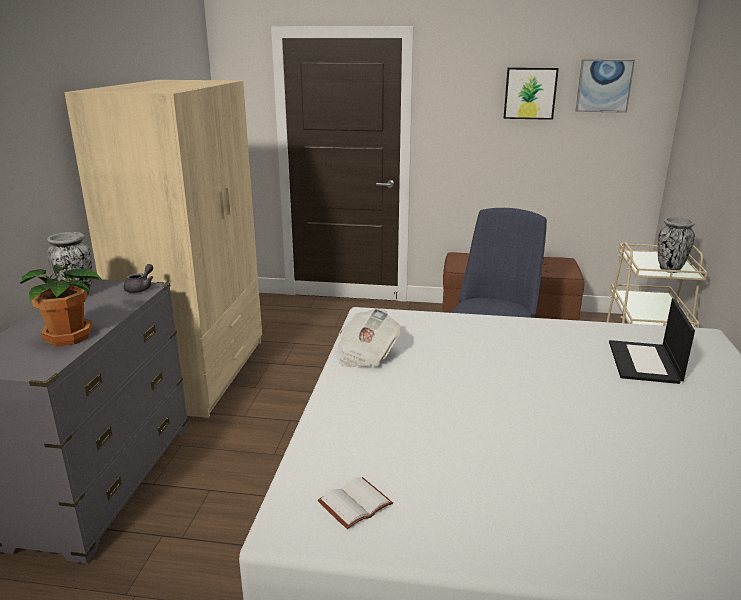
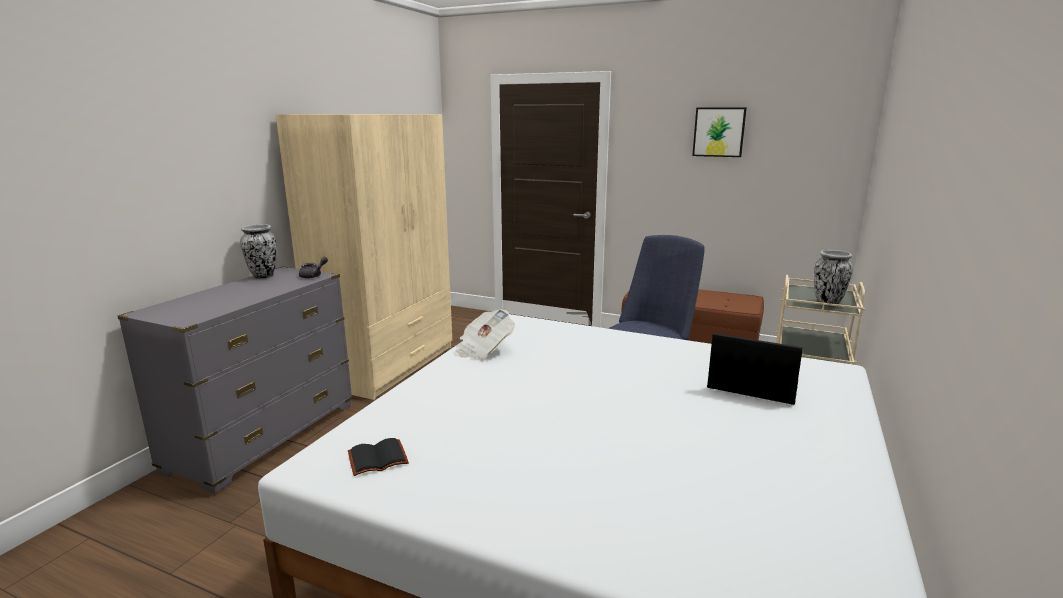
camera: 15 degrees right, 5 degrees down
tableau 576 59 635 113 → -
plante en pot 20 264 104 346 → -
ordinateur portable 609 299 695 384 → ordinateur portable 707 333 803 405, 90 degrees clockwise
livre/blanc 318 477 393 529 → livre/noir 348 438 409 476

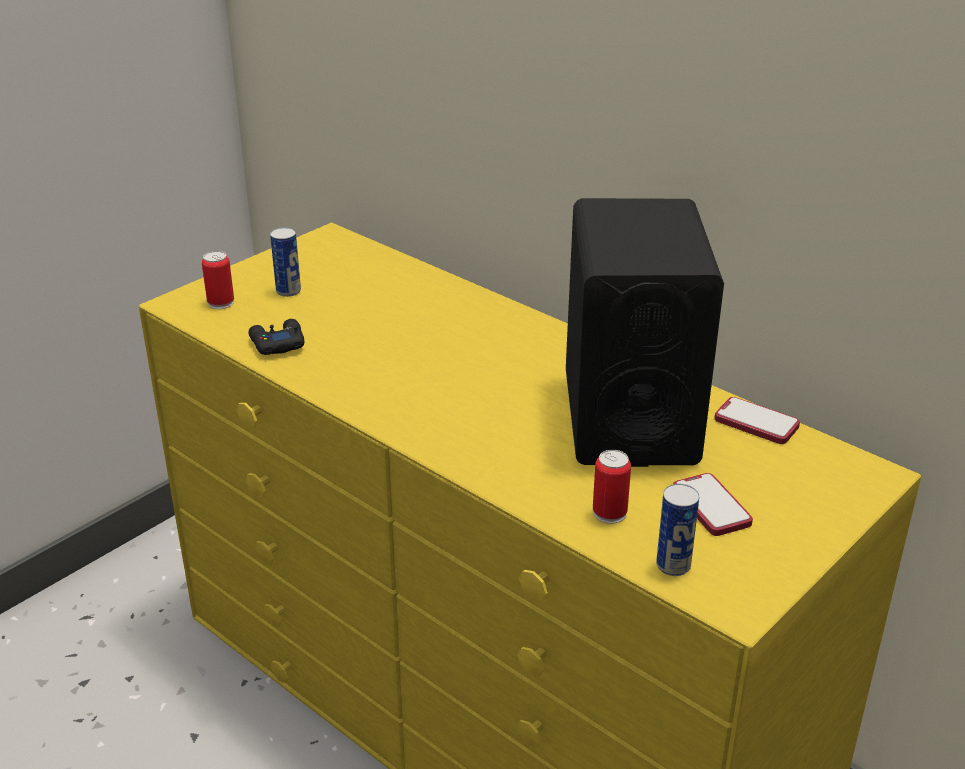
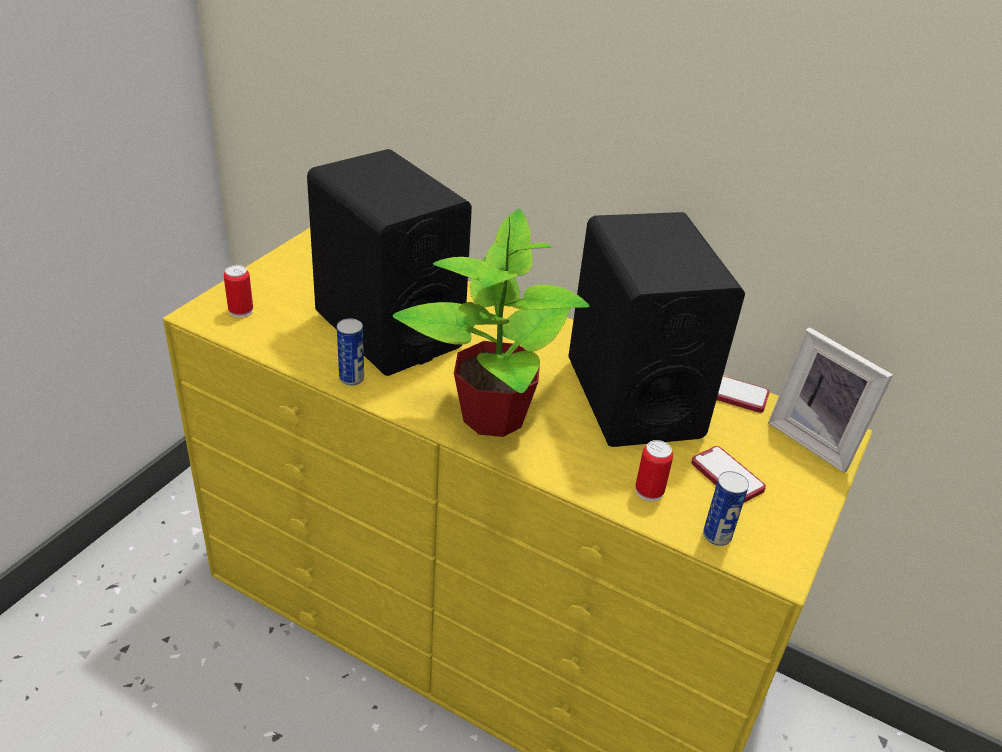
camera: 15 degrees left, 5 degrees up
boîte métallique 270 227 301 297 → boîte métallique 337 318 364 386, moved
manette/noir 248 319 304 355 → -
- → enceinte/noir 307 149 472 376
- → plante en pot 393 209 589 437
- → cadre photo 768 328 893 473

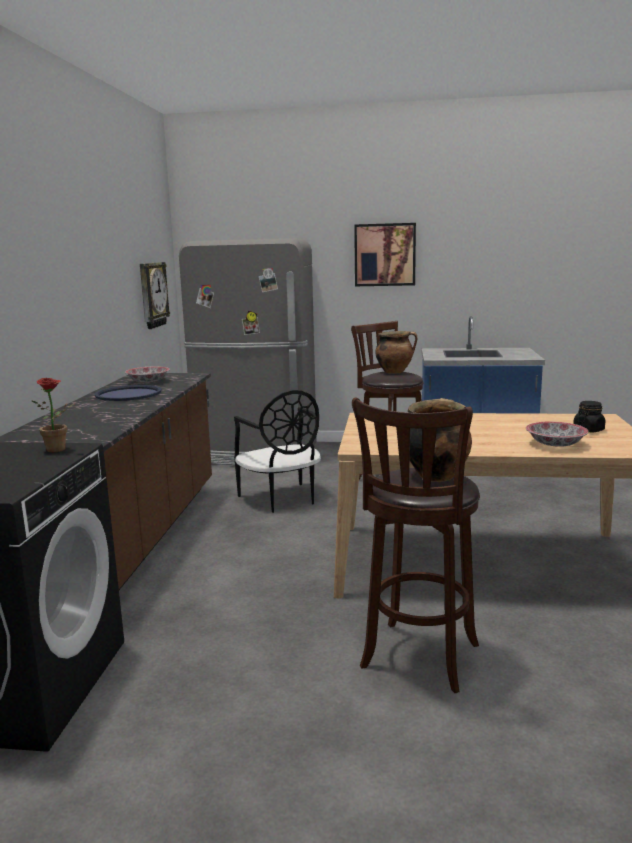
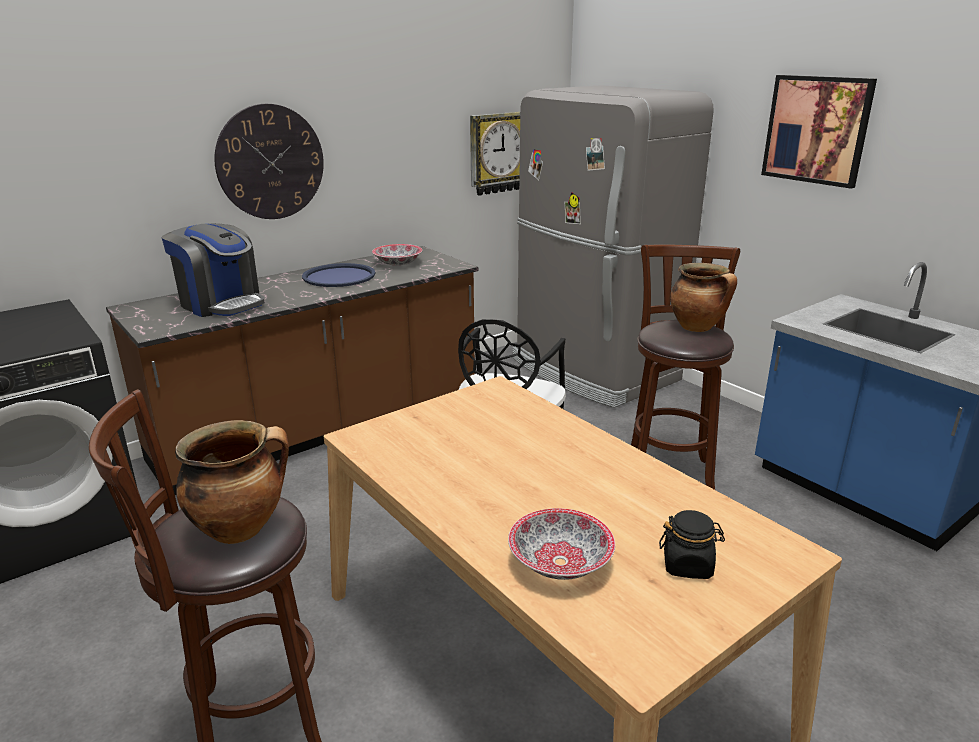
camera: 45 degrees right, 10 degrees up
plante en pot 32 378 74 452 → -
- → horloge murale 214 104 324 219
- → machine à café 162 223 265 317

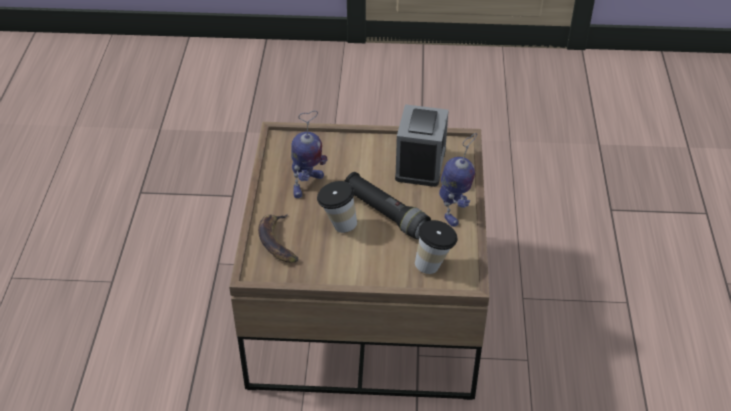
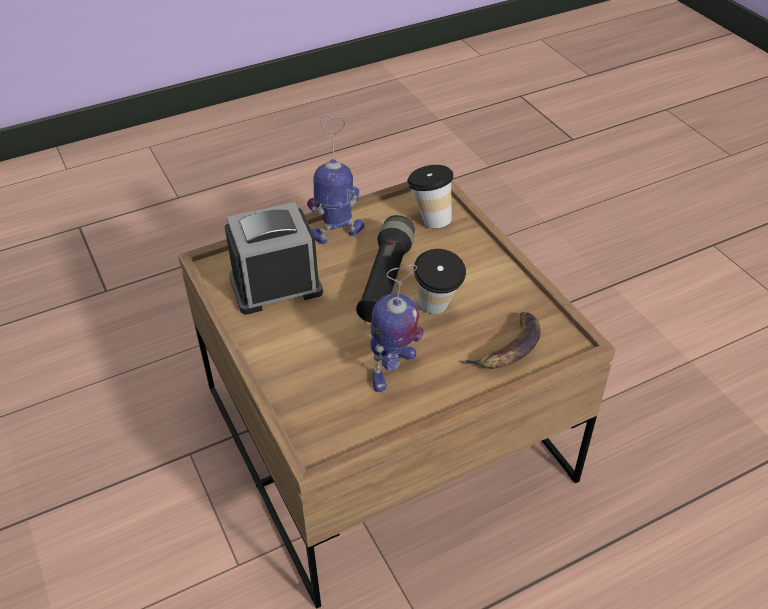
camera: 120 degrees left, 0 degrees up
robot jouet 291 111 327 198 → robot jouet 370 264 424 393, 120 degrees clockwise

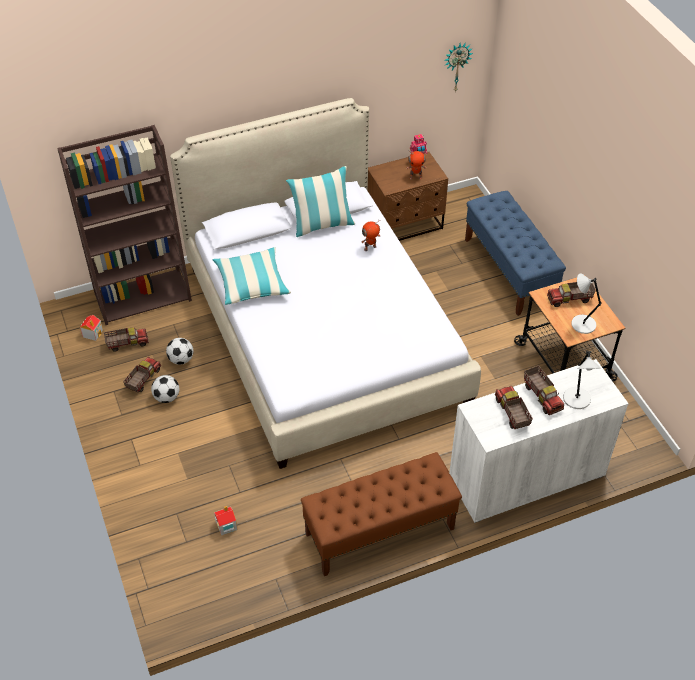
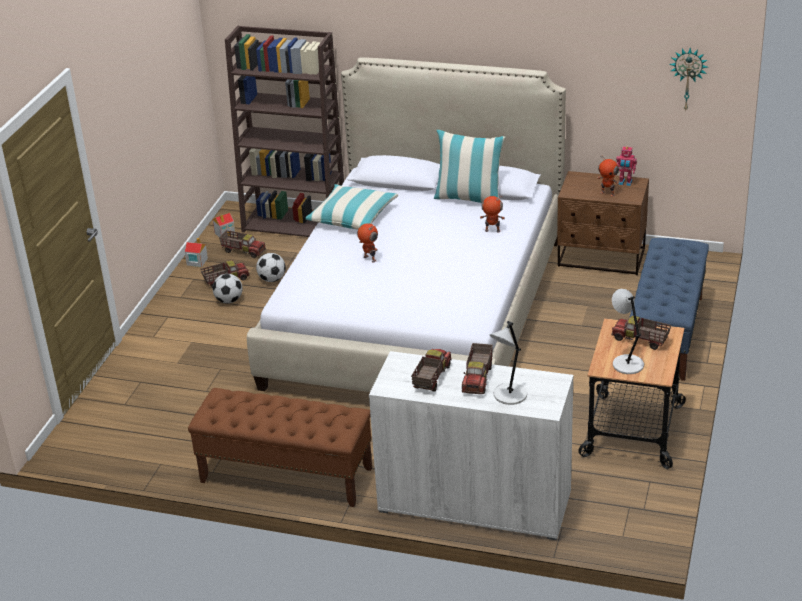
camera: 40 degrees right, 15 degrees down
maison miniature 214 506 238 535 → maison miniature 185 238 208 267, moved
- → robot jouet 357 223 378 262

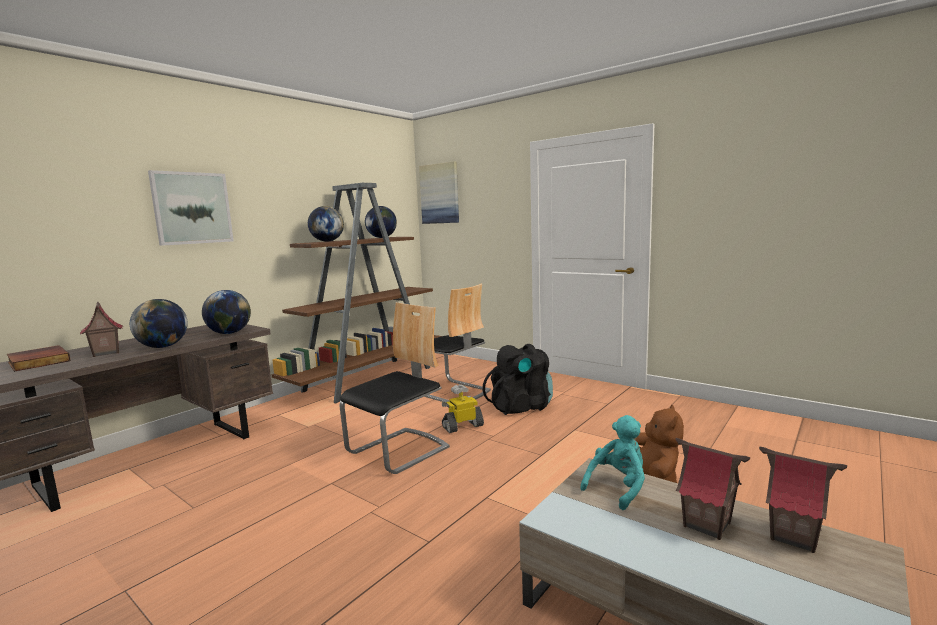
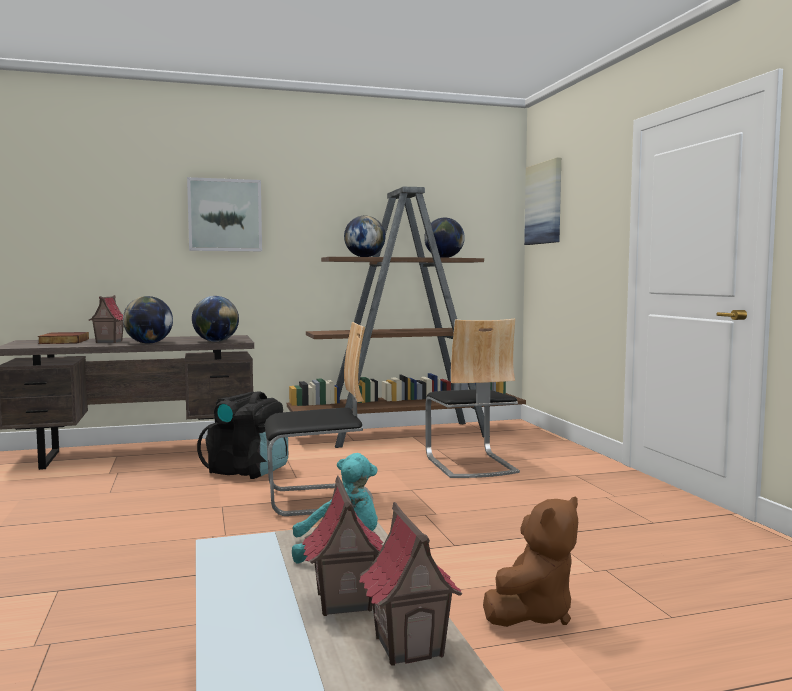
camera: 35 degrees right, 5 degrees down
sac à dos/noir 483 344 553 415 → sac à dos/noir 197 391 288 479, moved
robot jouet 442 385 484 433 → -

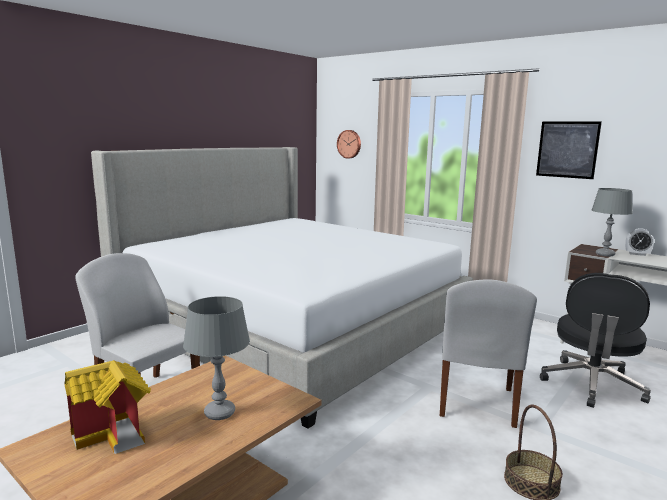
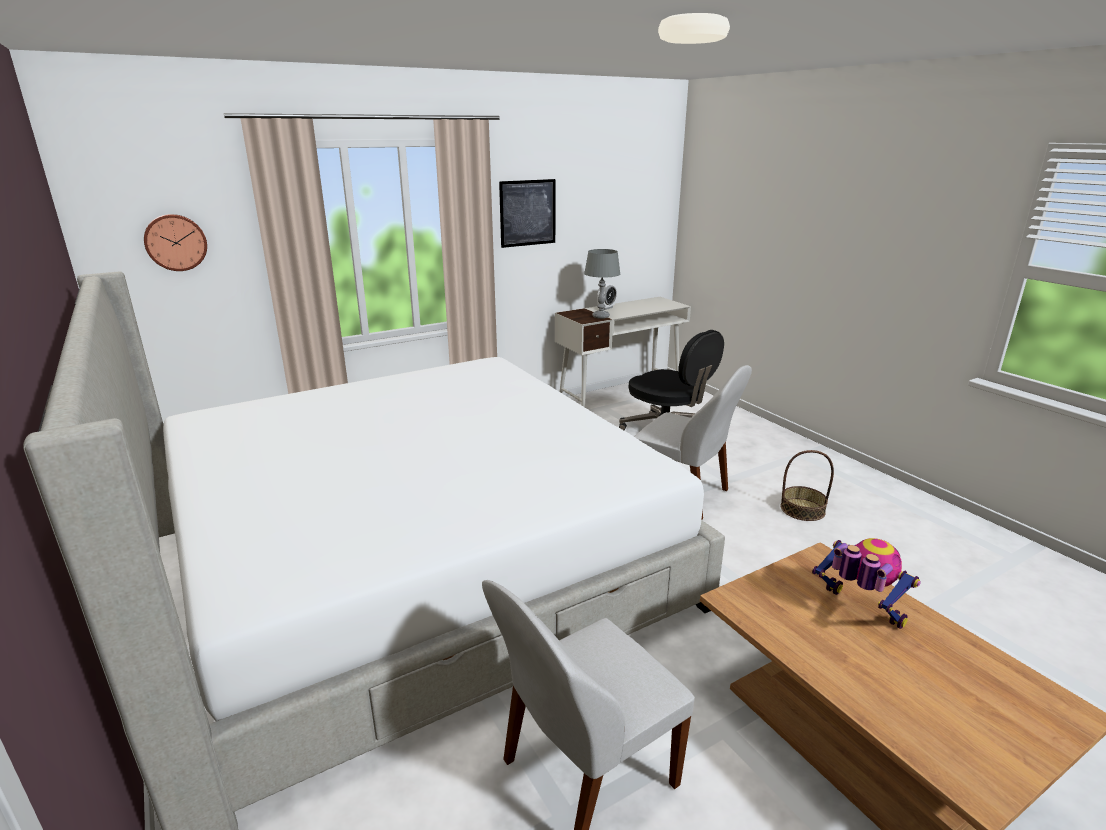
camera: 70 degrees left, 10 degrees up
lampe de table/gris 183 296 250 420 → robot jouet 812 538 921 629
maison miniature 64 360 151 454 → -

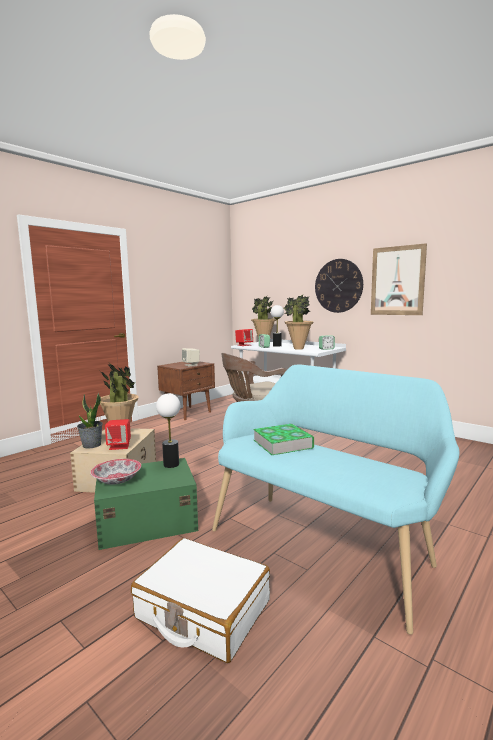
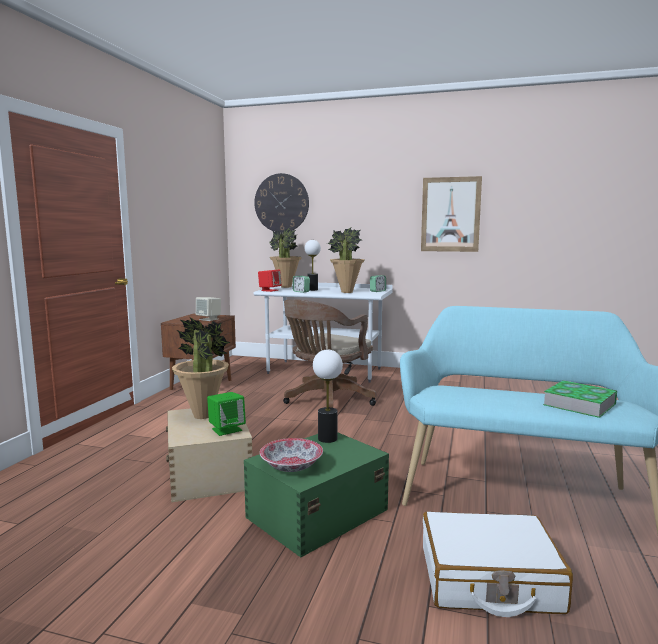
camera: 25 degrees left, 0 degrees up
horloge murale 315 259 363 313 → horloge murale 254 173 309 233, moved
plante en pot 77 393 103 449 → -
enceinte/rouge 105 419 131 450 → enceinte/vert 207 392 246 436
livre 253 424 314 455 → livre 543 380 617 418, moved

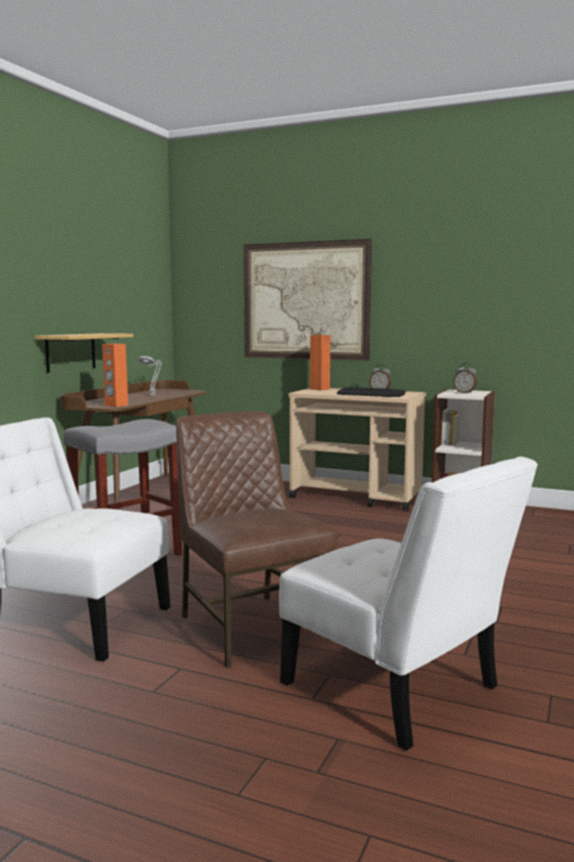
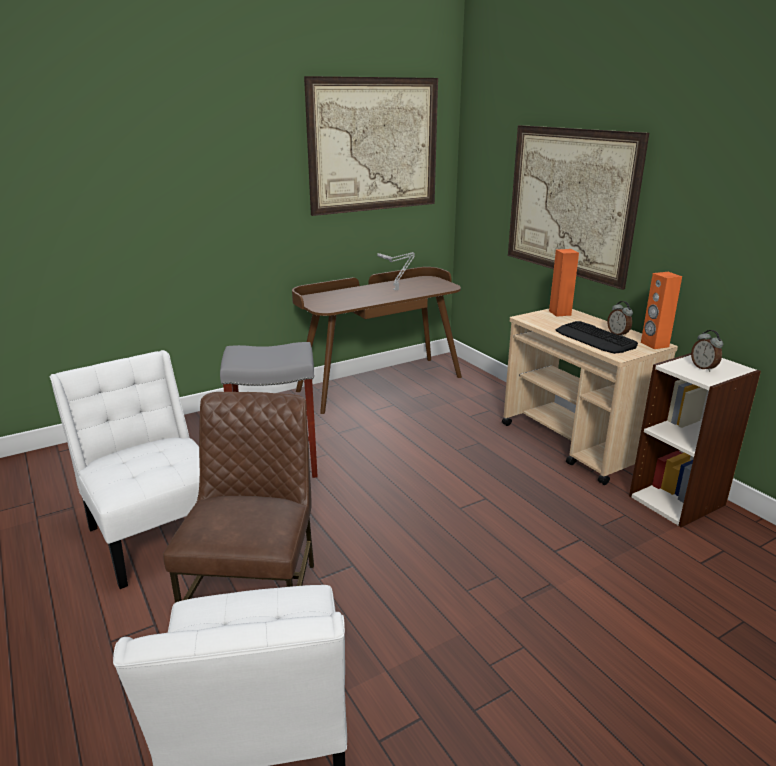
camera: 35 degrees right, 15 degrees up
étagère 35 333 133 373 → -
enceinte/orange 102 344 128 407 → enceinte/orange 641 272 682 349, moved
- → tableau 304 76 438 216

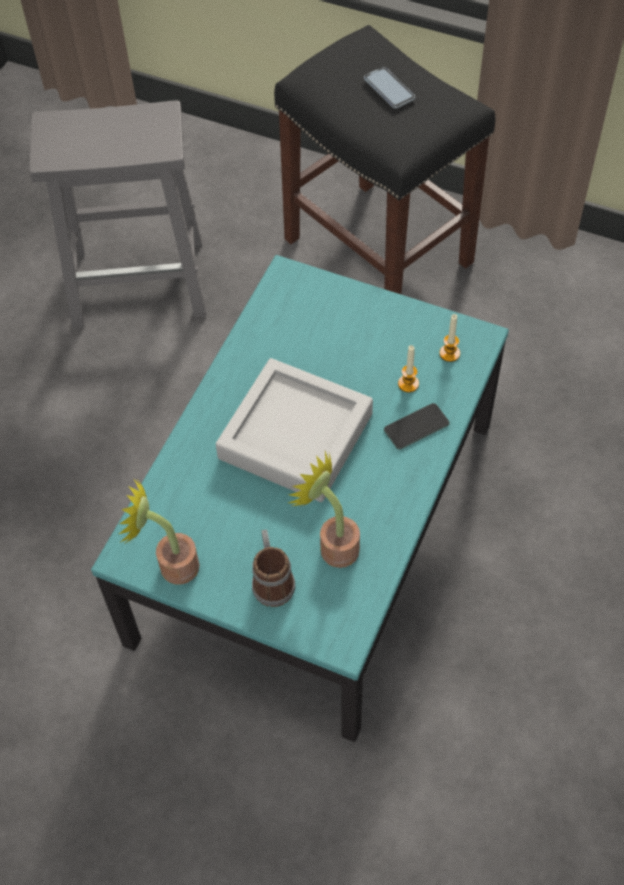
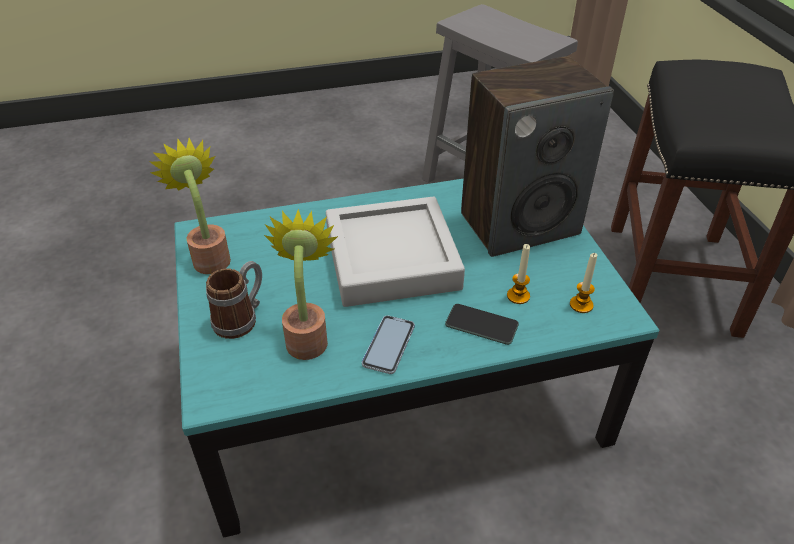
camera: 50 degrees right, 15 degrees down
téléphone 364 67 415 109 → téléphone 362 316 415 374, moved
- → enceinte 461 56 614 257

